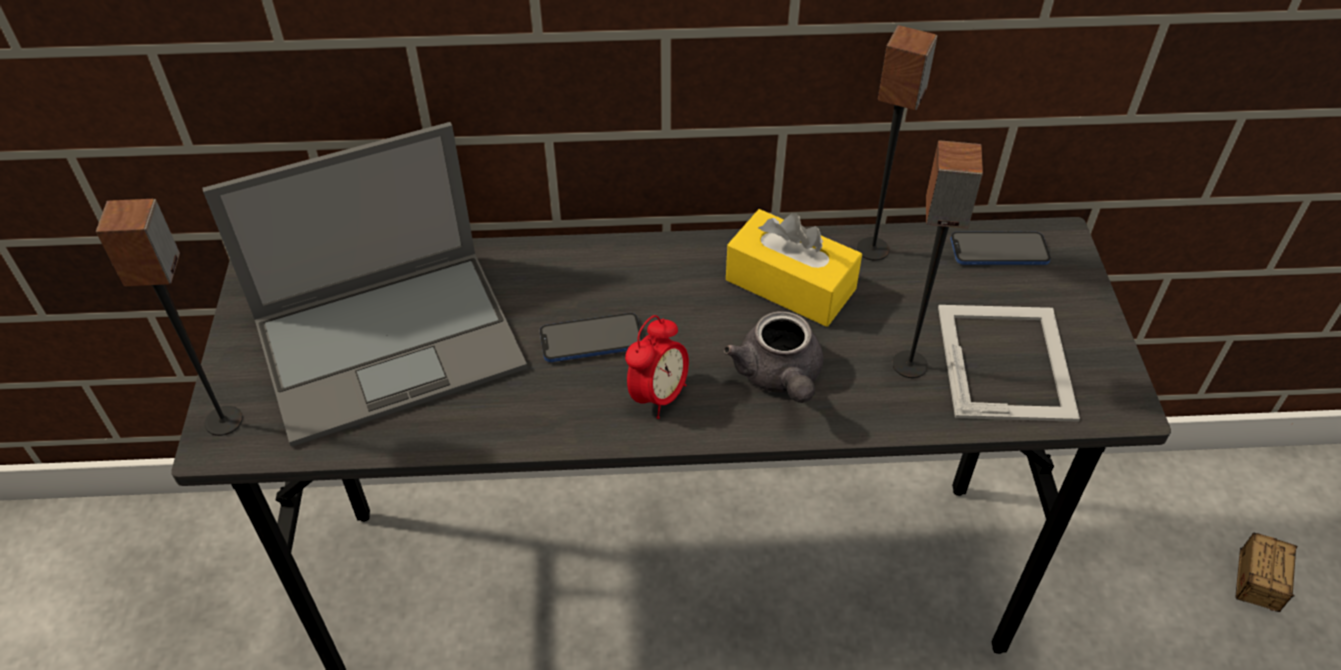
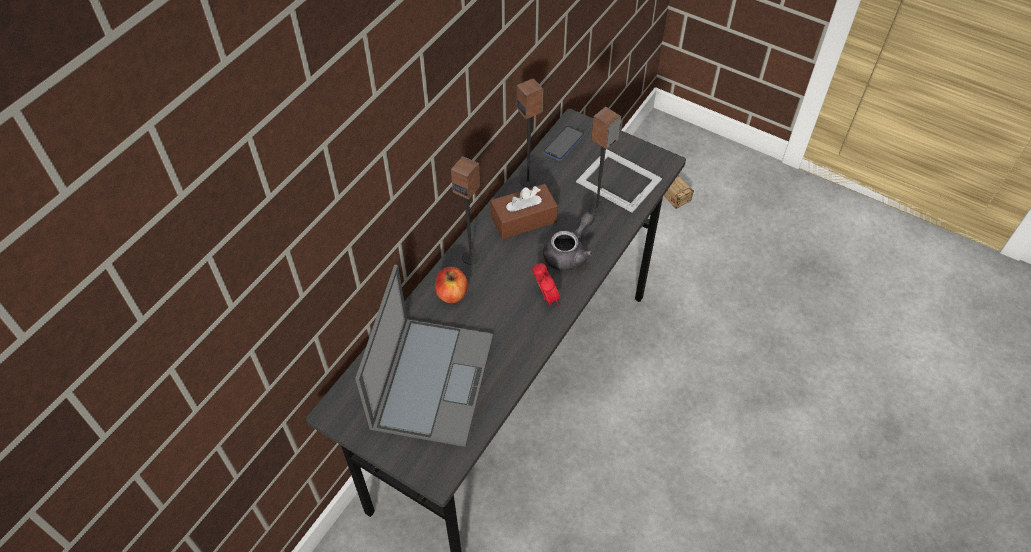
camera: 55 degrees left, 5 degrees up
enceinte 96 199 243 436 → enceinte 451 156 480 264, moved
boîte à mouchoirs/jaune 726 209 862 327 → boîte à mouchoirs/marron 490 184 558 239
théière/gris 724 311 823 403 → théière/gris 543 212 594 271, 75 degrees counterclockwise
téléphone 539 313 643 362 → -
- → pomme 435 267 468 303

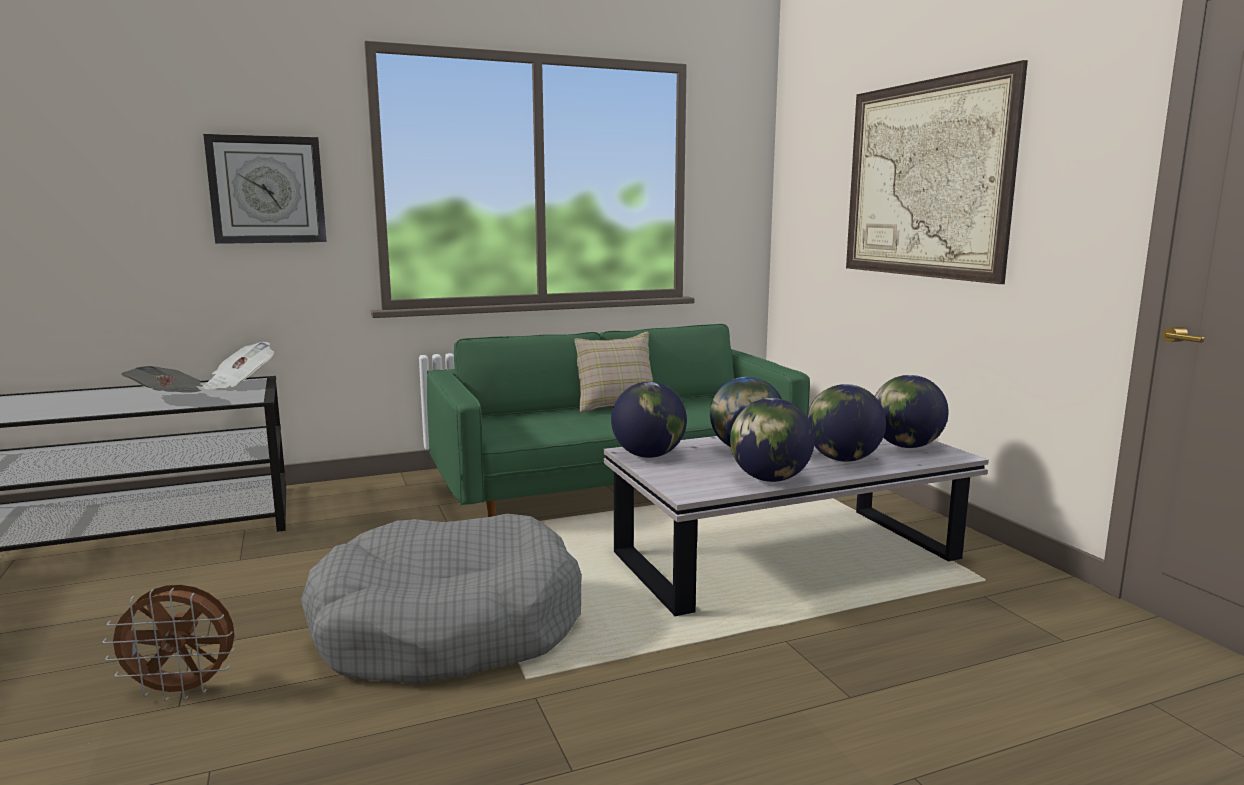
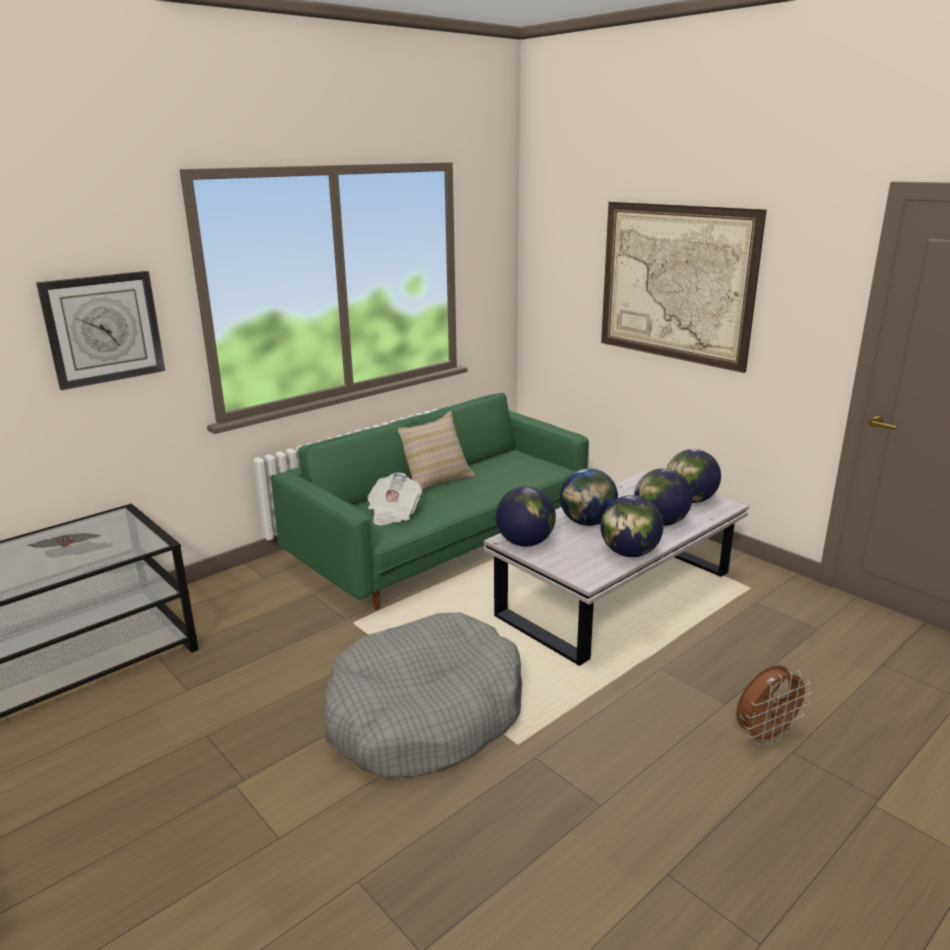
camera: 20 degrees left, 10 degrees up
journal 202 342 274 389 → journal 367 473 422 525, moved
ventilateur/marron 103 585 235 701 → ventilateur/marron 736 665 812 747, moved

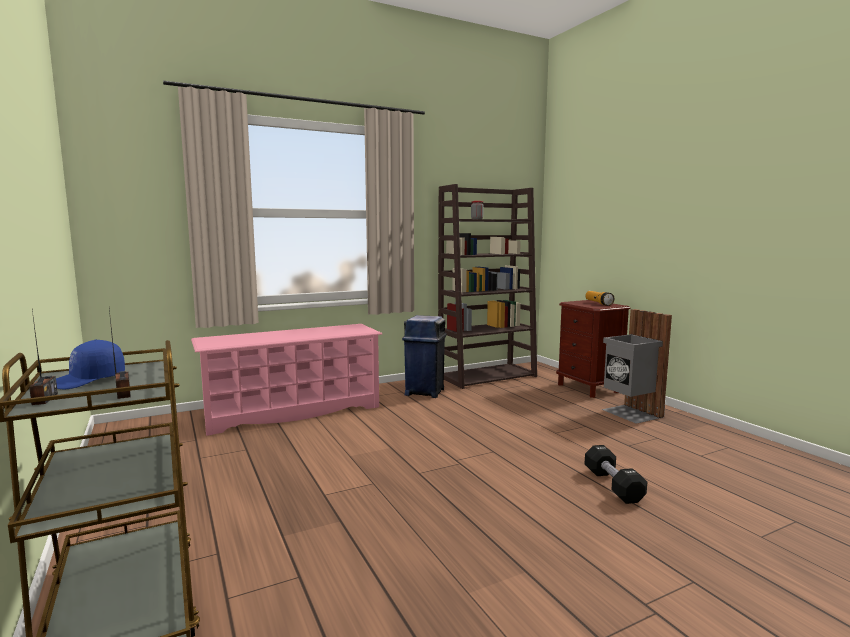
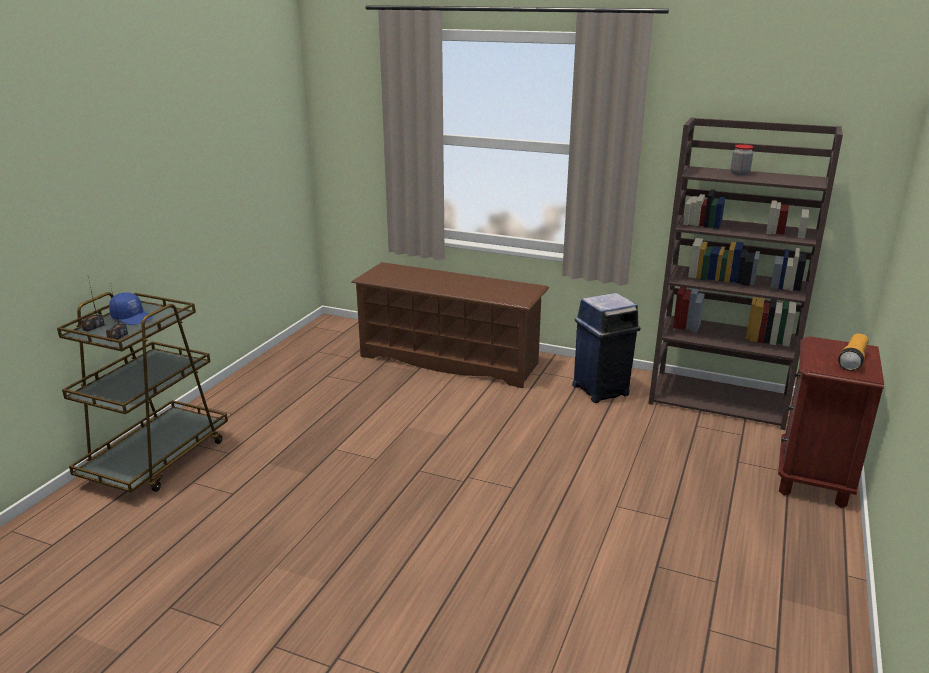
camera: 50 degrees right, 15 degrees up
poubelle/gris 602 309 672 424 → -
étagère à chaussures/rose 191 324 382 436 → étagère à chaussures/marron 351 262 549 388
casquette/bleu 56 340 125 389 → casquette/bleu 109 292 153 325, 150 degrees counterclockwise
haltère/noir 585 445 647 504 → -

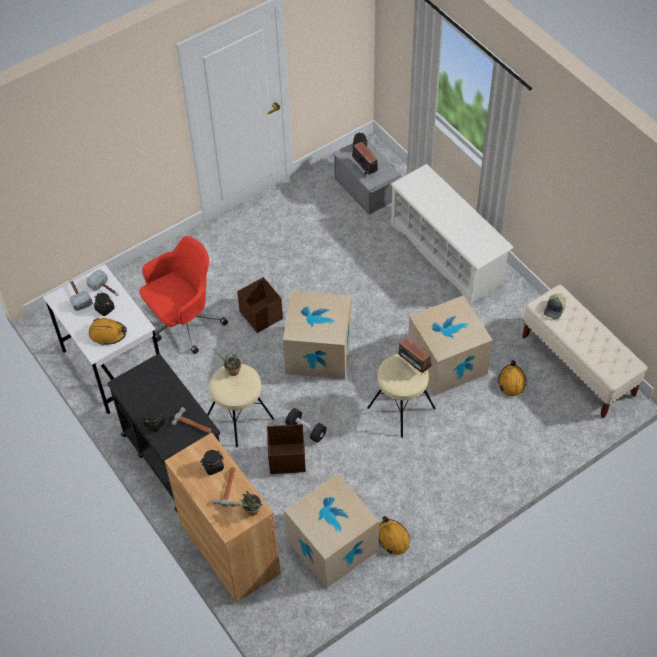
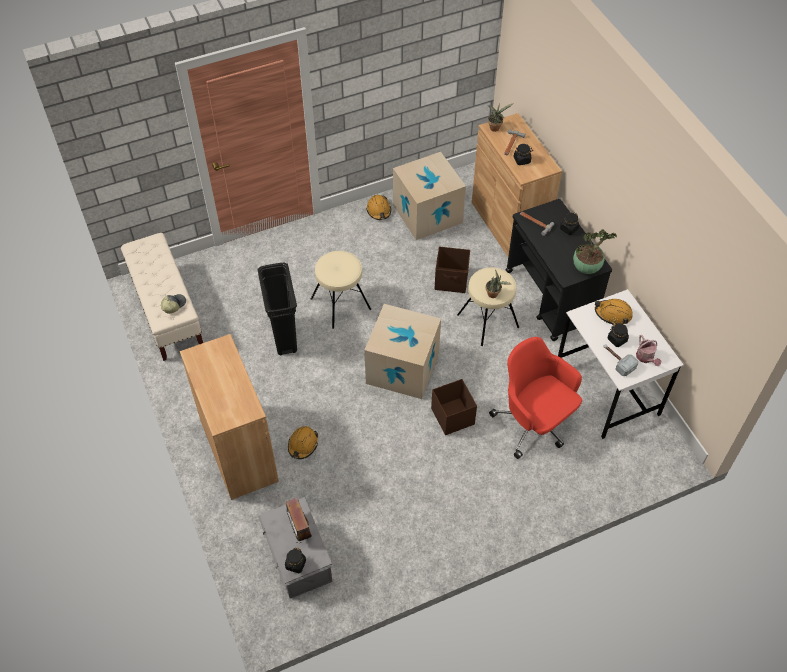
camera: 170 degrees left, 0 degrees up
étagère à chaussures/blanc 391 164 513 306 → meuble de rangement/marron 180 334 279 500
chaise de bureau/rouge 139 236 228 354 → chaise de bureau/rouge 489 337 582 459, 75 degrees clockwise
marteau 69 279 93 311 → arrosoir 636 335 661 366
carton 408 295 493 396 → poubelle/noir 257 262 297 356
radio 398 337 432 375 → -
casque de chantier/orange 498 360 527 396 → casque de chantier/orange 288 426 318 459, moved
haltère/noir 285 408 327 443 → -
- → plante en pot 573 229 617 274

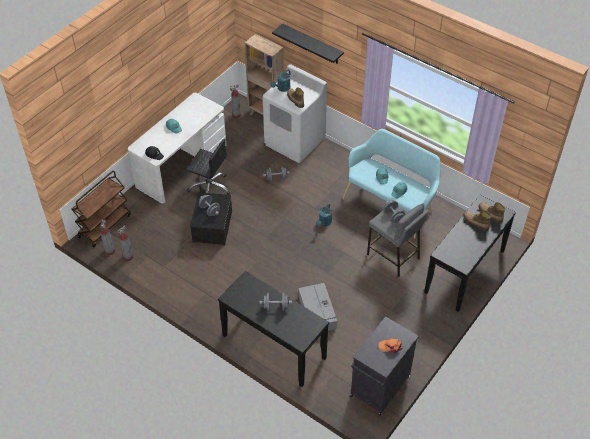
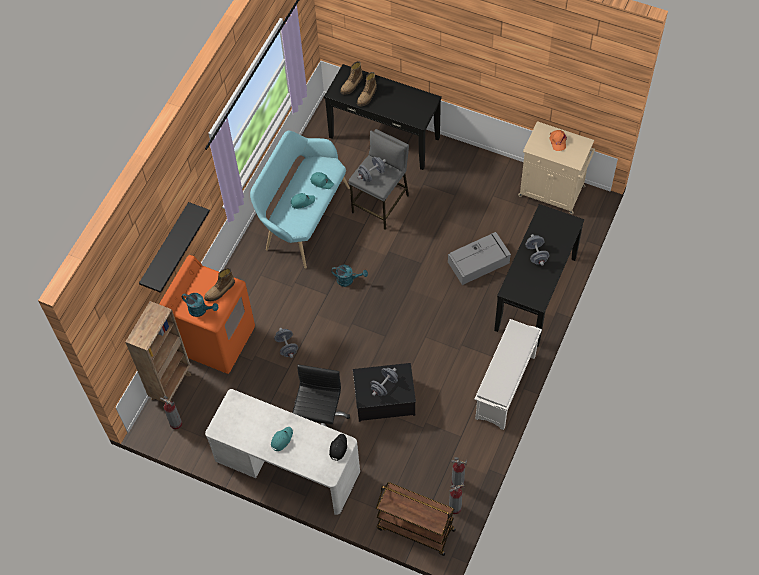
camera: 100 degrees left, 10 degrees up
lave-linge/blanc 263 64 327 163 → lave-linge/orange 159 255 255 374
meuble de rangement/noir 350 316 419 416 → meuble de rangement/beige 518 121 595 214
- → étagère à chaussures/blanc 474 319 542 430

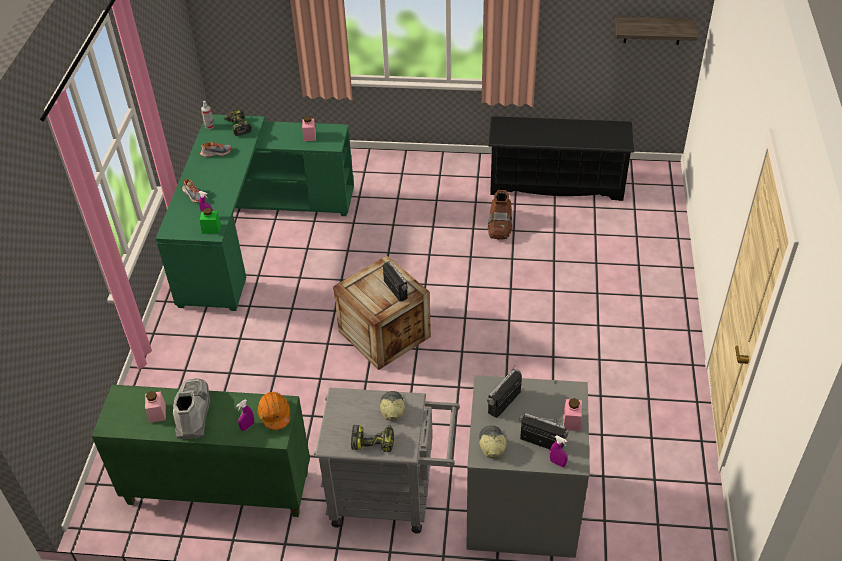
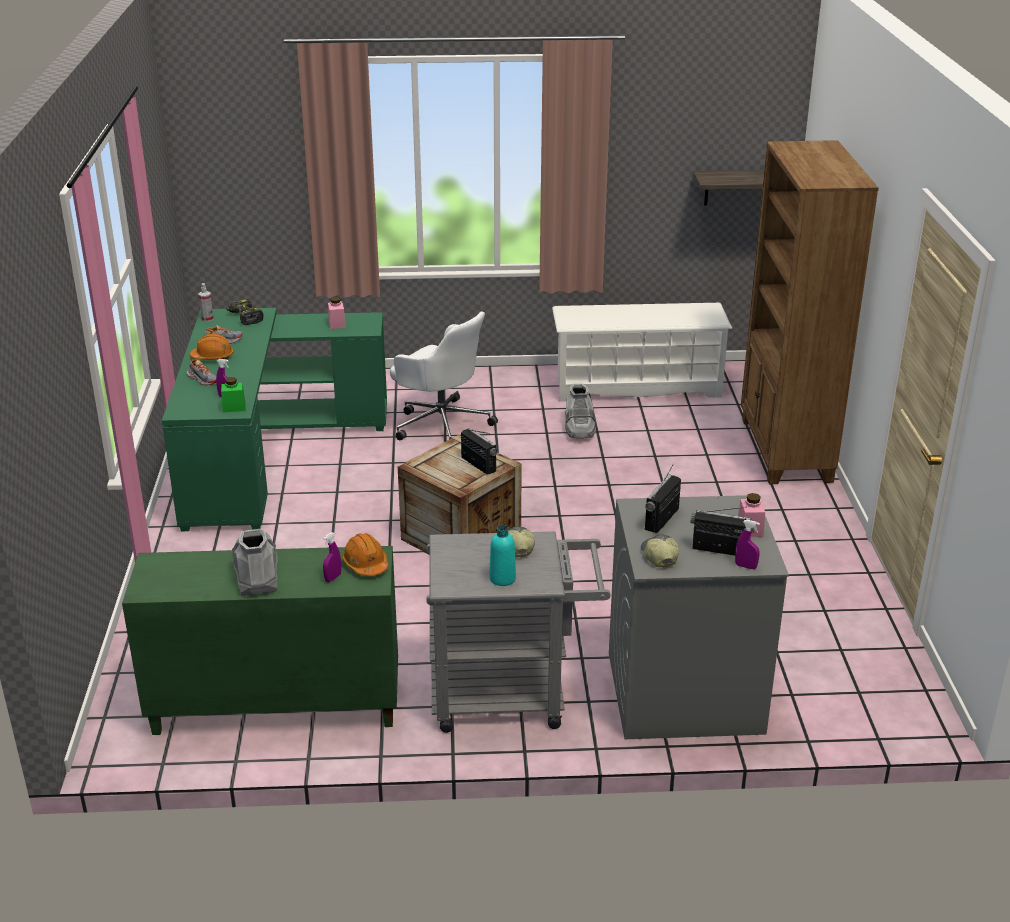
camera: 10 degrees left, 15 degrees down
étagère à chaussures/noir 489 116 634 201 → étagère à chaussures/blanc 552 303 732 401
botte/marron 488 190 513 239 → botte/gris 565 384 596 439
bocal/rose 145 391 166 423 → -
perceuse 351 425 394 452 → bouteille/turquoise 489 525 516 586
- → bibliothèque/marron 741 140 879 484
- → chaise de bureau/blanc 390 311 498 440
- → casque de chantier/orange 190 333 234 360

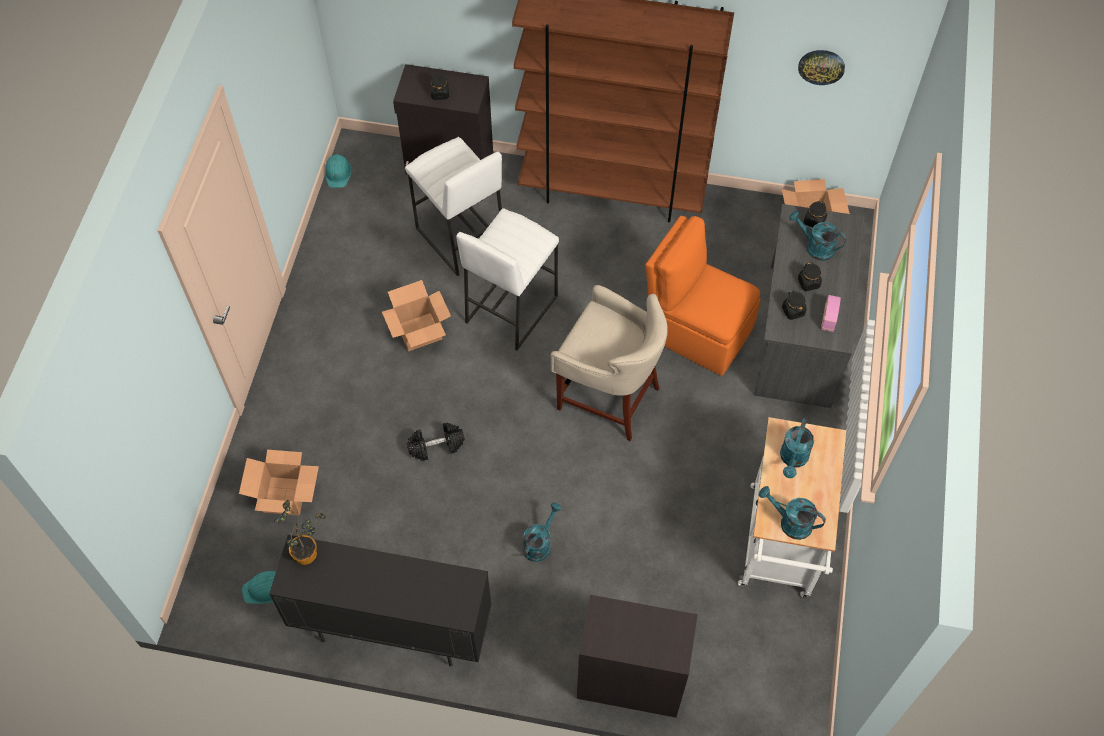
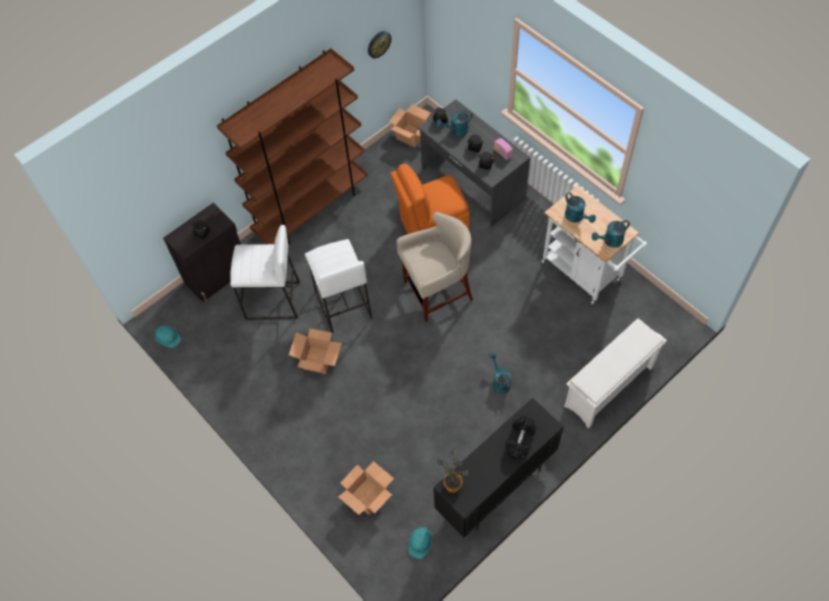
camera: 50 degrees left, 0 degrees up
haltère/noir 407 423 465 461 → haltère/noir 506 416 536 460, moved
meuble de rangement/noir 577 595 698 718 → étagère à chaussures/blanc 564 318 667 428

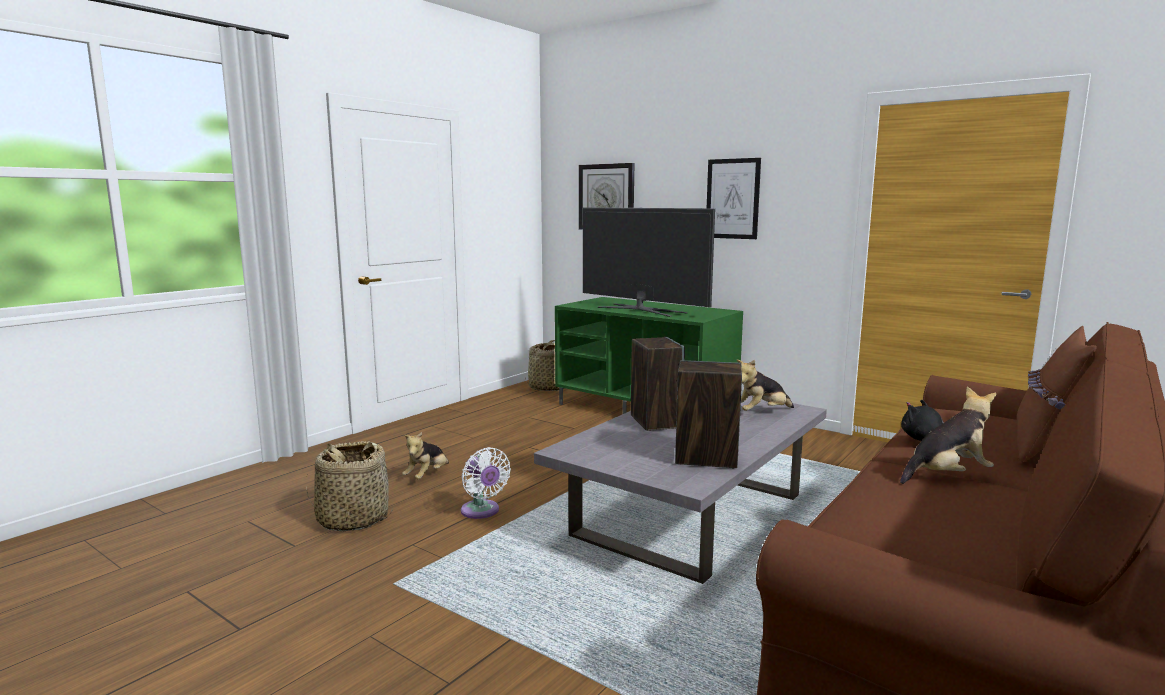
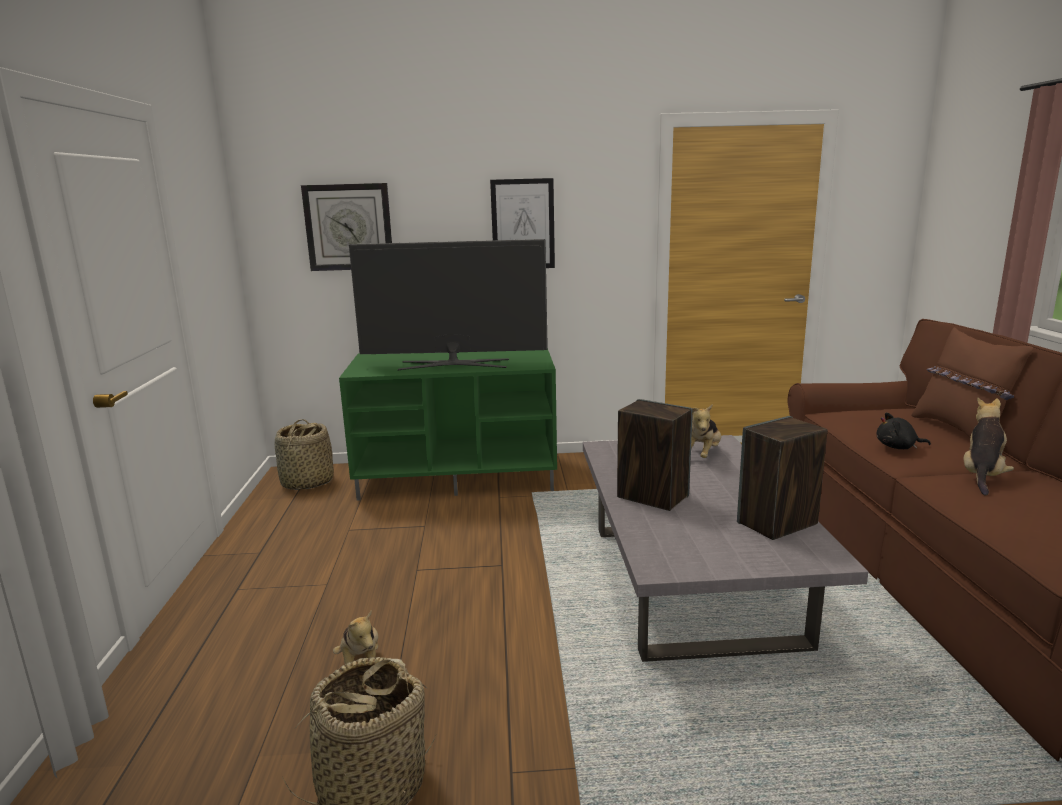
camera: 40 degrees left, 5 degrees up
ventilateur/blanc 461 447 511 519 → -

